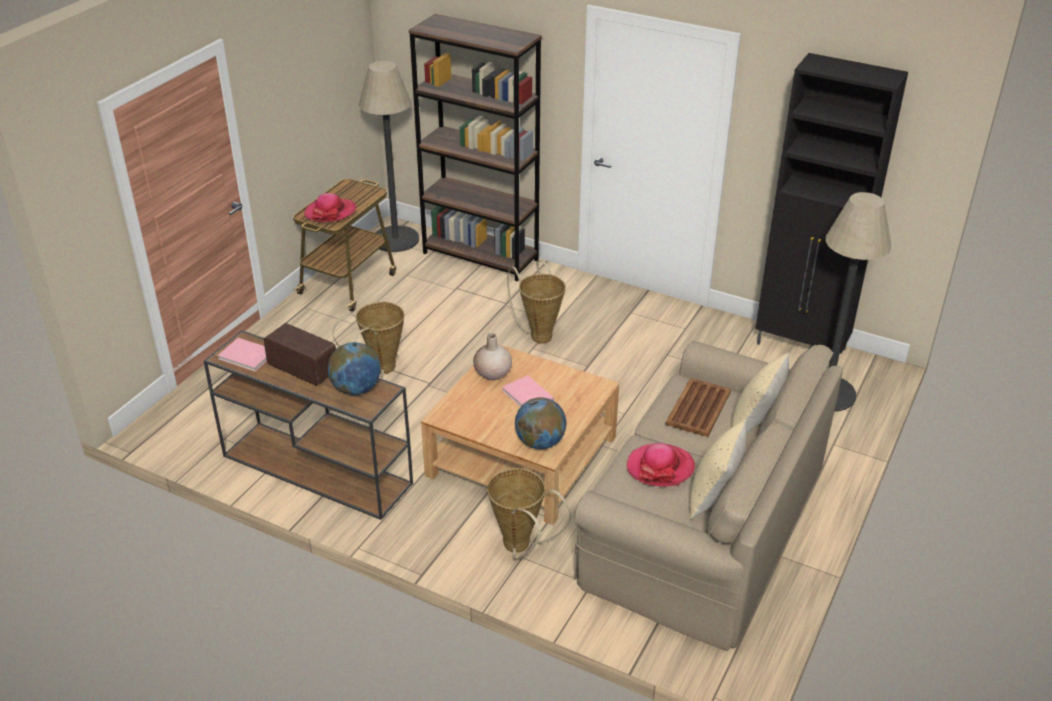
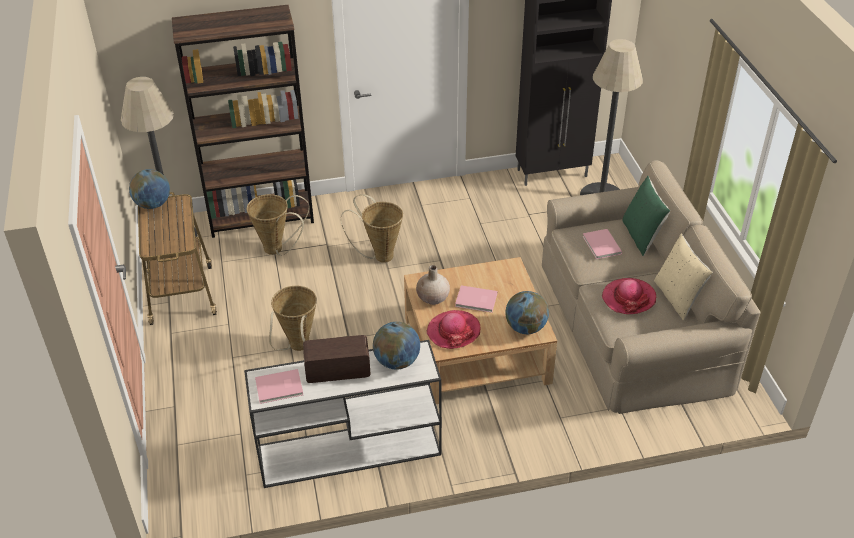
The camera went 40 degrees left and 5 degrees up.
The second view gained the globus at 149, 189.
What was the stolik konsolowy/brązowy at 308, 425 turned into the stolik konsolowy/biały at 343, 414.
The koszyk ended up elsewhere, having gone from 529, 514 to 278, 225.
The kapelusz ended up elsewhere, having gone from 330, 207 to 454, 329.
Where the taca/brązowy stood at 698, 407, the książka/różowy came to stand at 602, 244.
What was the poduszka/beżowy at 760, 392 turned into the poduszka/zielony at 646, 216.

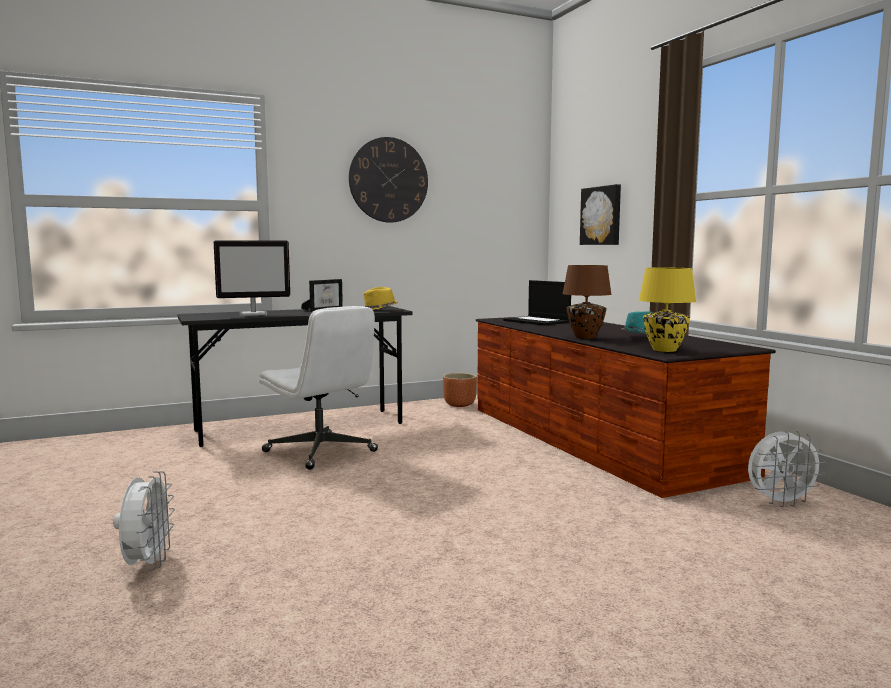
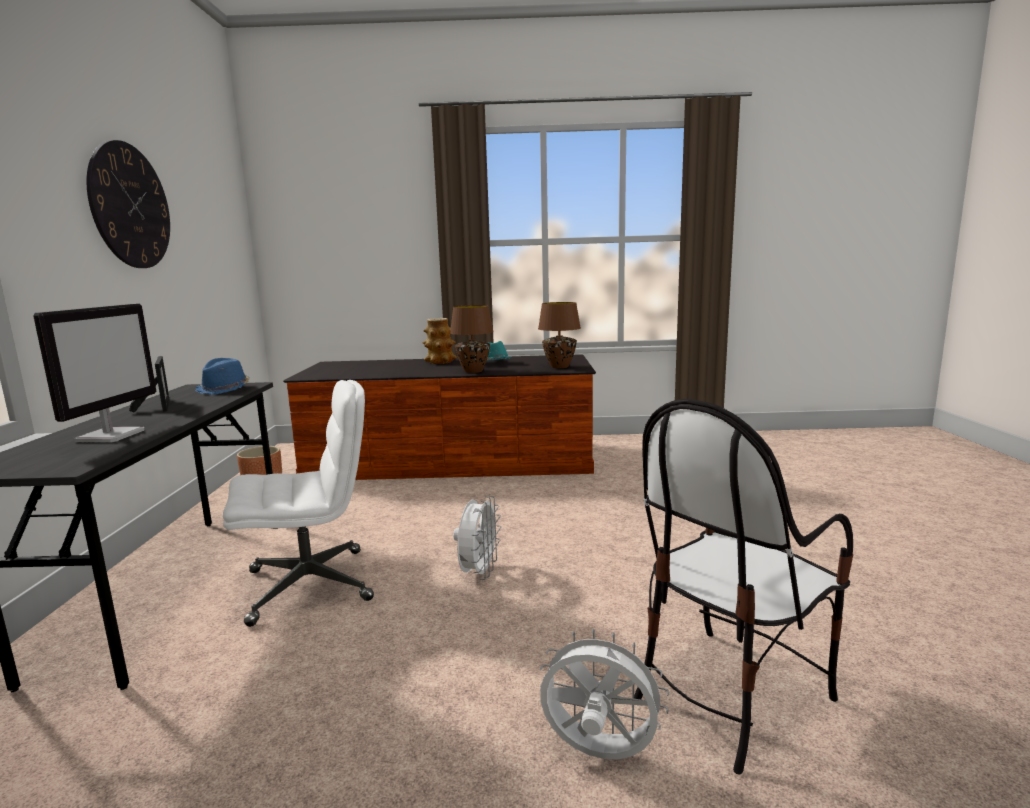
The camera went 65 degrees left and 5 degrees up.
What was the kapelusz/żółty at 381, 298 turned into the kapelusz/niebieski at 222, 376.
The second view gained the wazon at 439, 341.
The wentylator/biały ended up elsewhere, having gone from 787, 469 to 477, 538.
What was the lampa stołowa/żółty at 667, 310 turned into the lampa stołowa/brązowy at 559, 335.
The second view gained the krzesło at 743, 587.
The second view lost the laptop at 537, 303.
The second view lost the obraz at 600, 214.

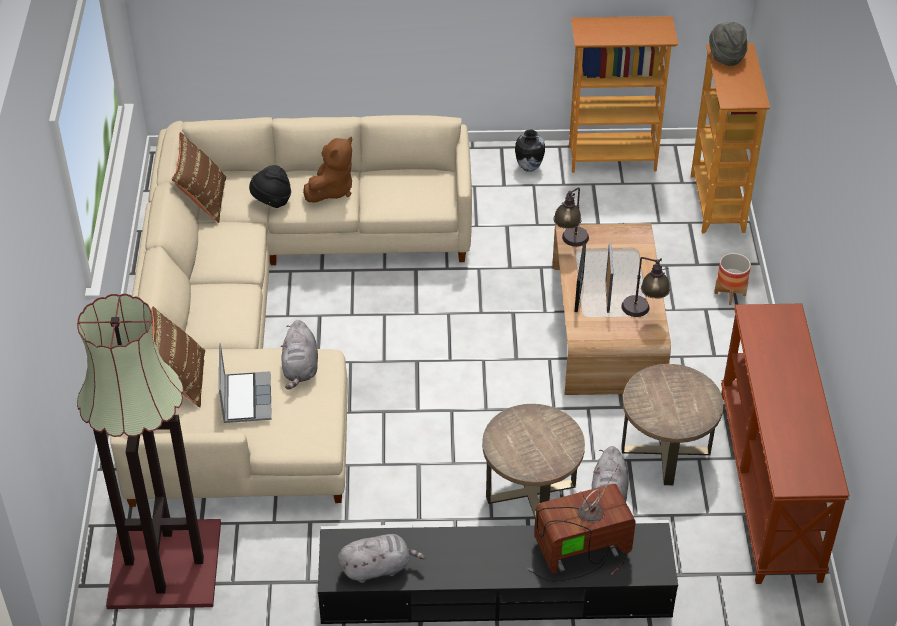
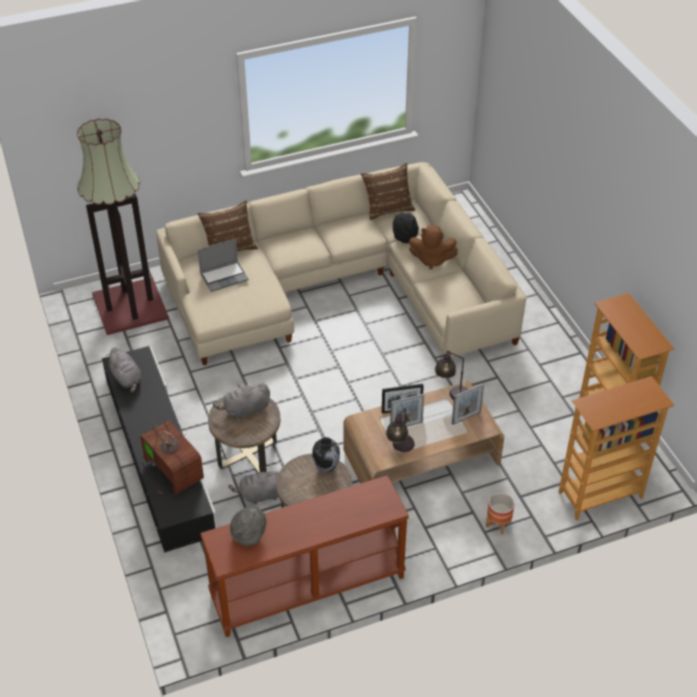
The camera went 70 degrees right and 0 degrees up.
The pluszak/szary ended up elsewhere, having gone from 299, 355 to 241, 401.
The kapelusz/szary ended up elsewhere, having gone from 728, 44 to 248, 526.
The wazon ended up elsewhere, having gone from 530, 151 to 326, 454.
The second view gained the ramka na zdjęcie at 468, 404.

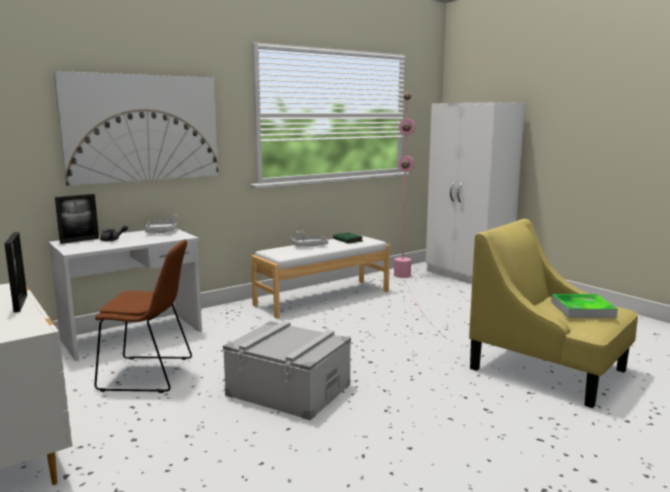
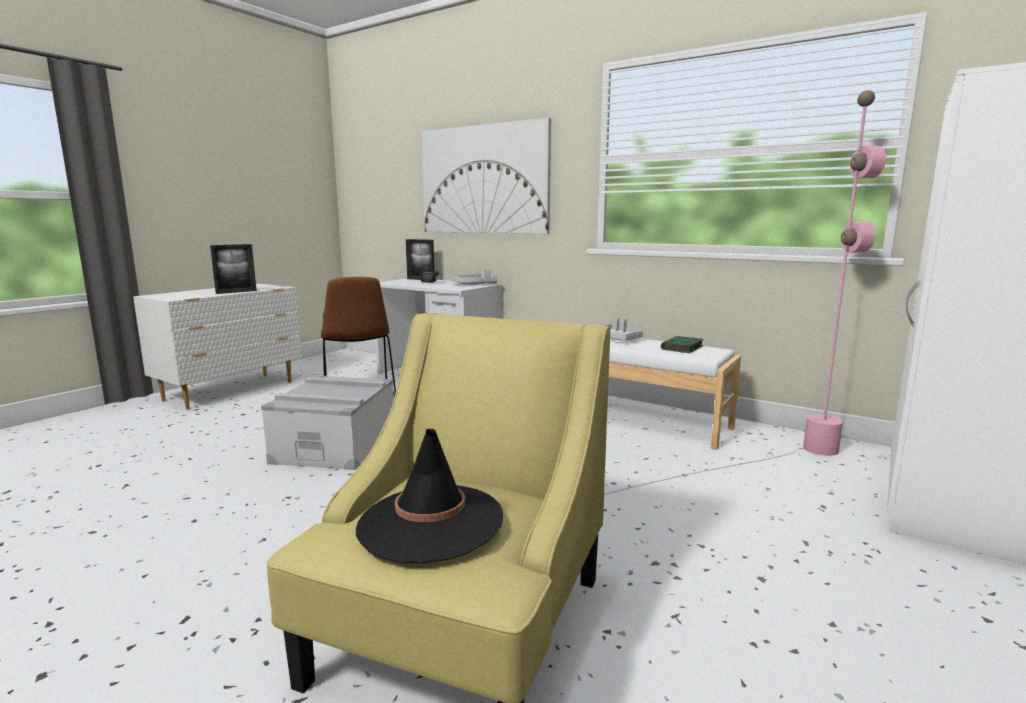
The camera went 70 degrees right and 0 degrees up.
Where the taca stood at 584, 306, the kapelusz/czarny came to stand at 429, 496.

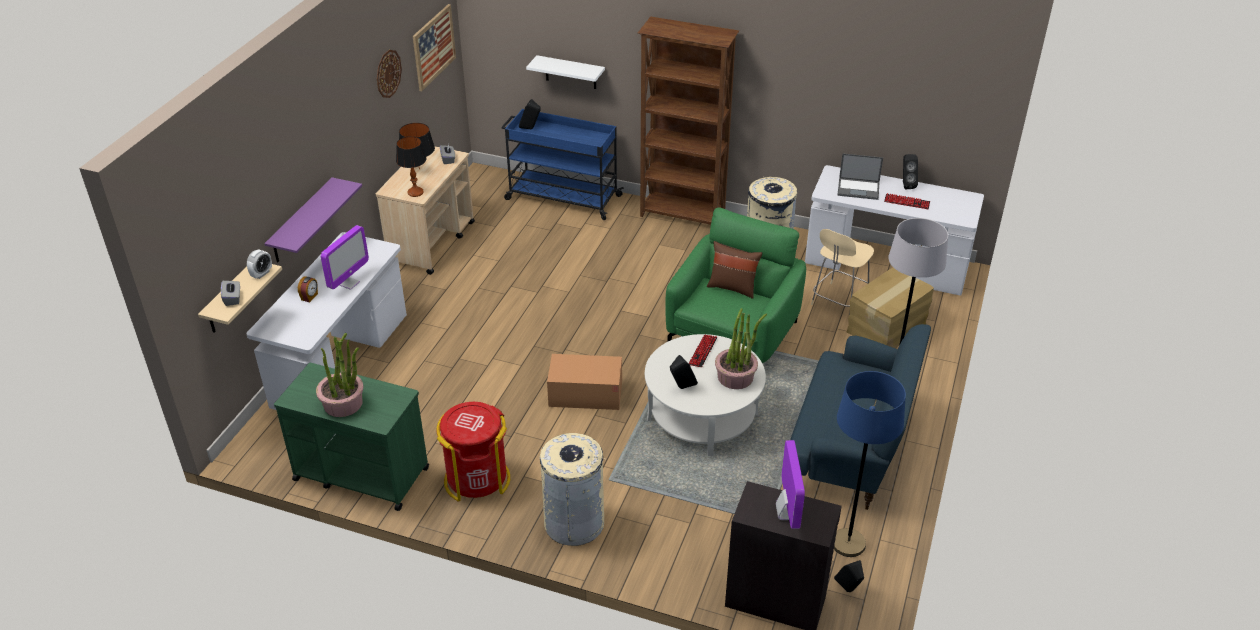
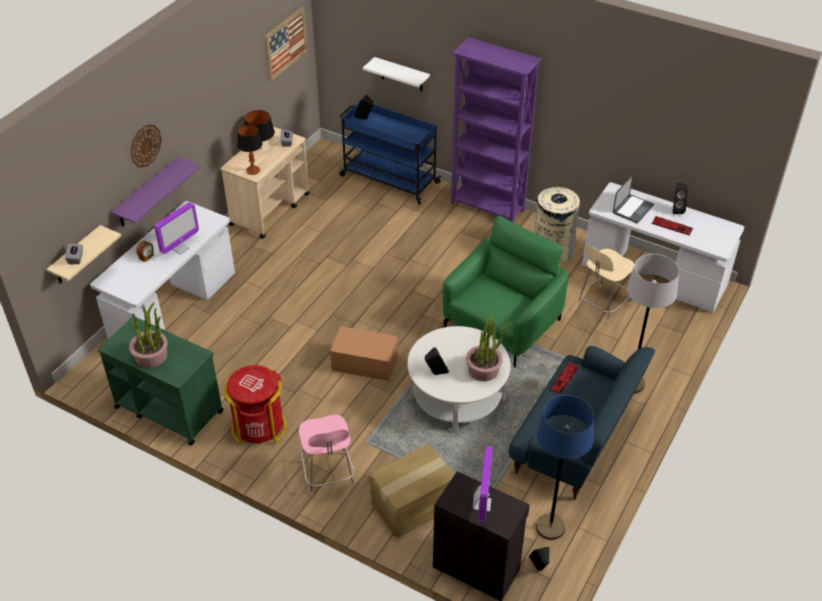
The camera went 10 degrees right and 5 degrees up.
The zegar ścienny ended up elsewhere, having gone from 389, 74 to 146, 146.
Where the kosz na śmieci/beżowy stood at 572, 489, the krzesło/różowy came to stand at 326, 455.
The karton ended up elsewhere, having gone from 890, 307 to 412, 491.
What was the regał/brązowy at 688, 121 turned into the regał/fioletowy at 496, 130.
The klawiatura ended up elsewhere, having gone from 703, 351 to 565, 378.
The laptop at 860, 176 ended up facing another way, 75 degrees counterclockwise from before.
The second view lost the budzik at 259, 264.
The second view lost the poduszka/brązowy at 734, 270.

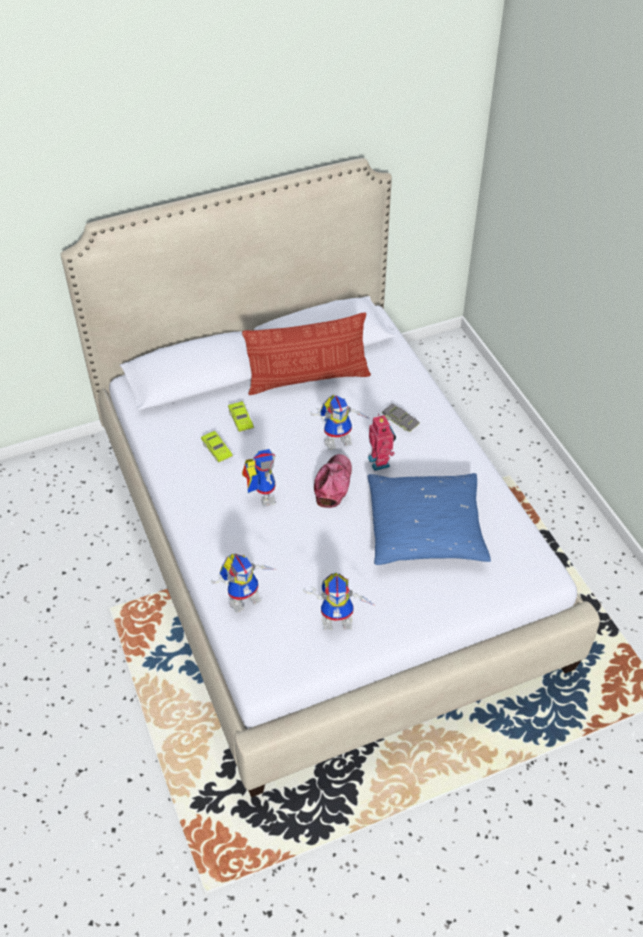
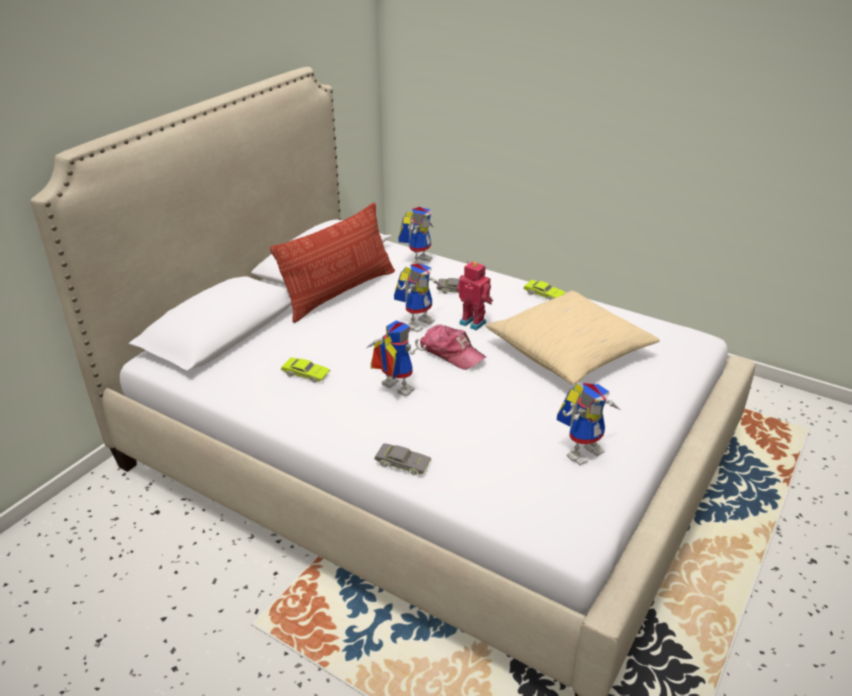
The camera went 35 degrees left and 15 degrees down.
The second view gained the samochodzik/szary at 402, 459.
The robot zabawkowy ended up elsewhere, having gone from 243, 583 to 416, 236.
The czapka z daszkiem at 333, 481 ended up facing another way, 150 degrees clockwise from before.
What was the poduszka/niebieski at 429, 519 turned into the poduszka/beżowy at 572, 338.
The samochodzik/zielony ended up elsewhere, having gone from 241, 416 to 544, 290.

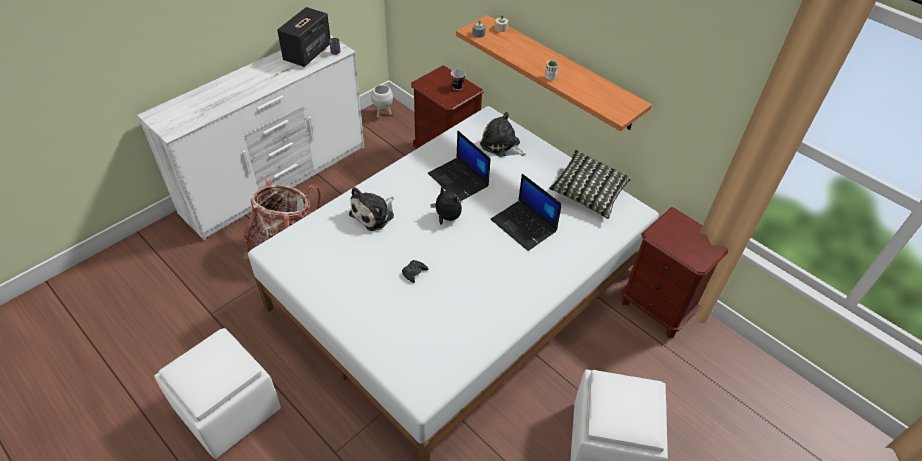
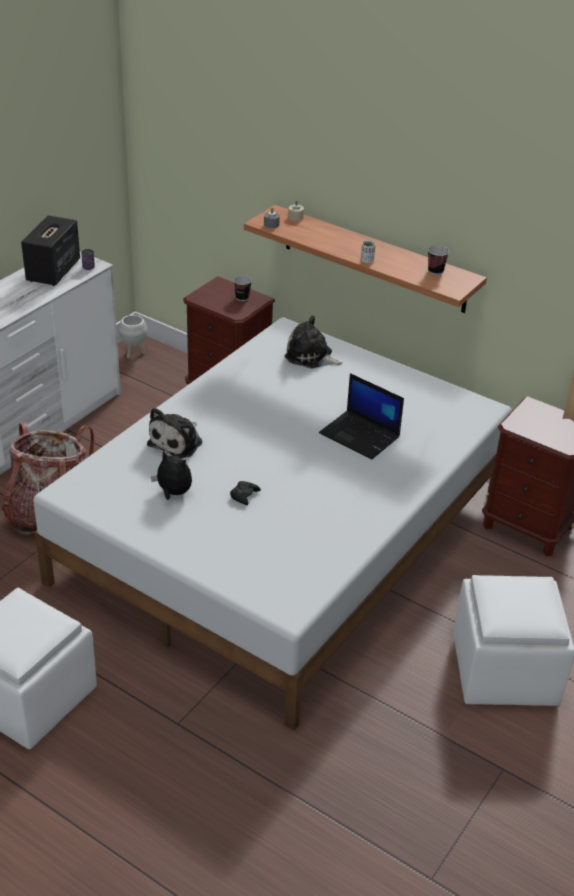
The camera went 10 degrees left and 10 degrees down.
The pluszak ended up elsewhere, having gone from 446, 205 to 171, 475.
The second view gained the filiżanka at 438, 260.
The second view lost the laptop at 459, 165.
The second view lost the poduszka at 590, 184.

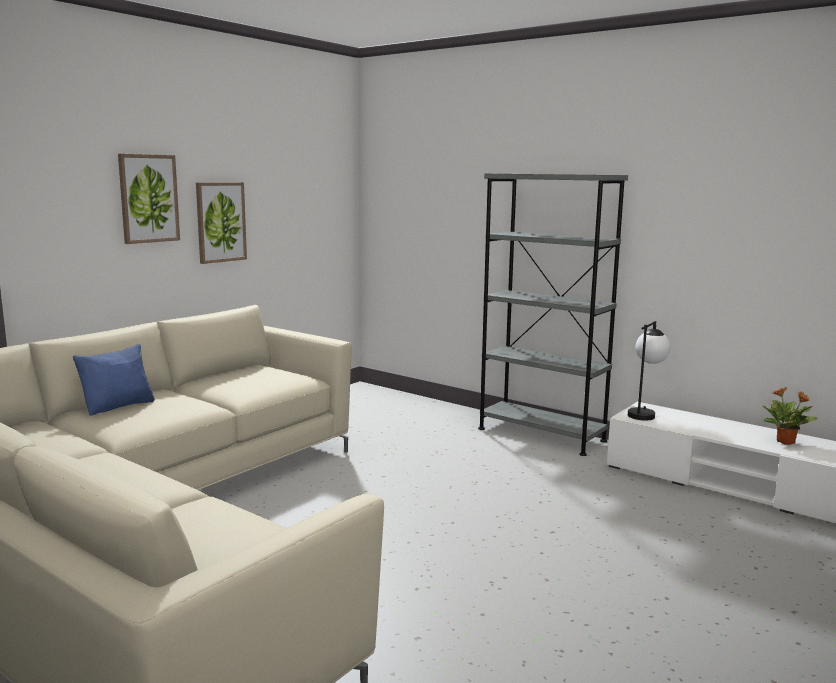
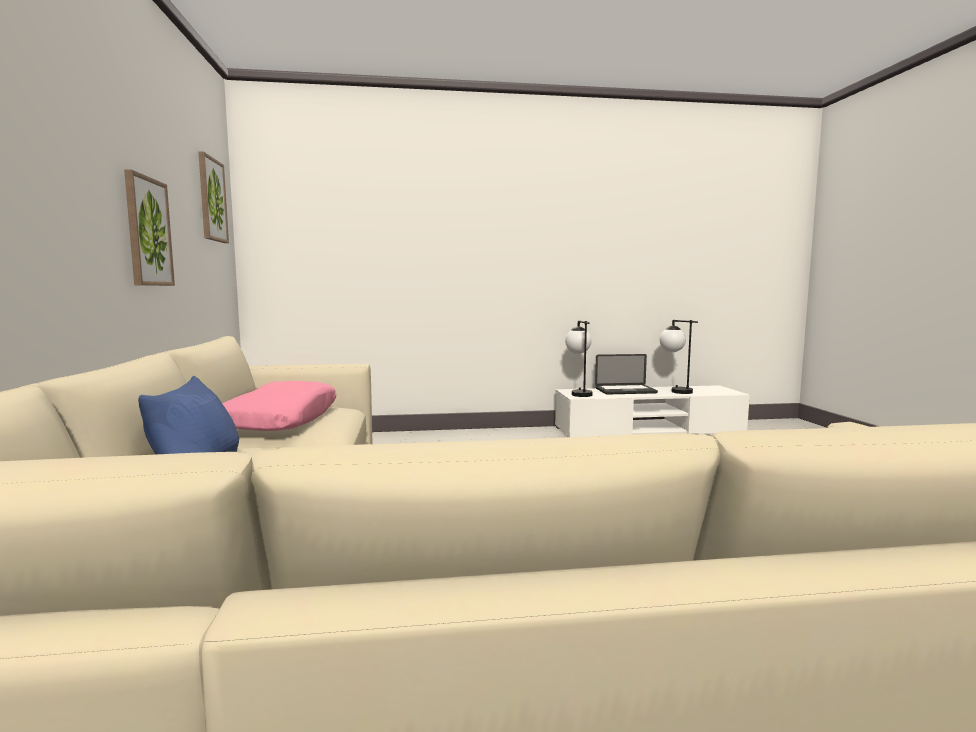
The camera went 45 degrees left and 5 degrees down.
The obraz ended up elsewhere, having gone from 149, 199 to 213, 197.
The second view gained the poduszka/różowy at 279, 406.
The second view gained the laptop at 626, 374.
Where the roślina doniczkowa stood at 790, 416, the lampa stołowa came to stand at 678, 357.
The second view lost the regał/szary at 553, 314.

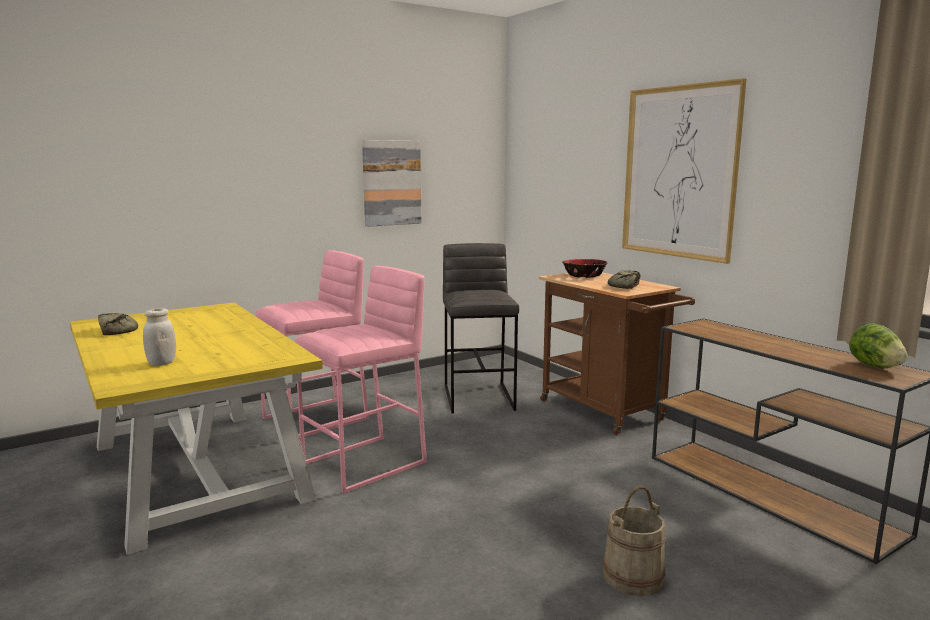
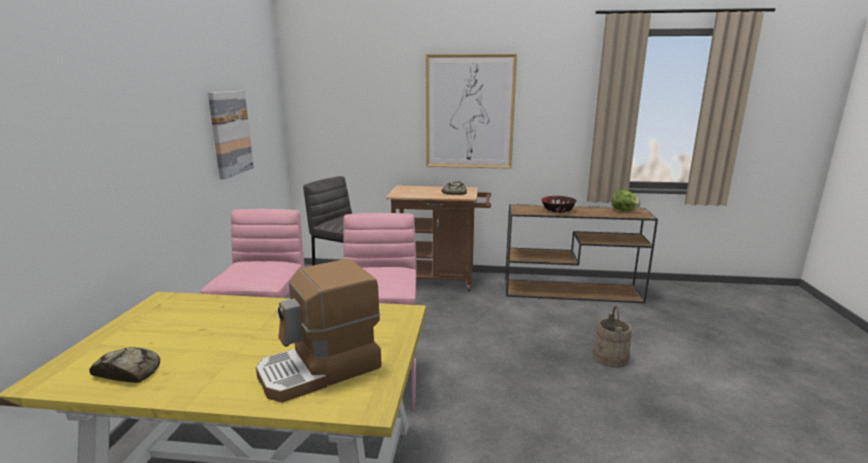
The camera went 50 degrees left and 5 degrees up.
Where the słoik/biały stood at 159, 337, the ekspres do kawy came to stand at 319, 331.
The miska ended up elsewhere, having gone from 584, 268 to 559, 204.

